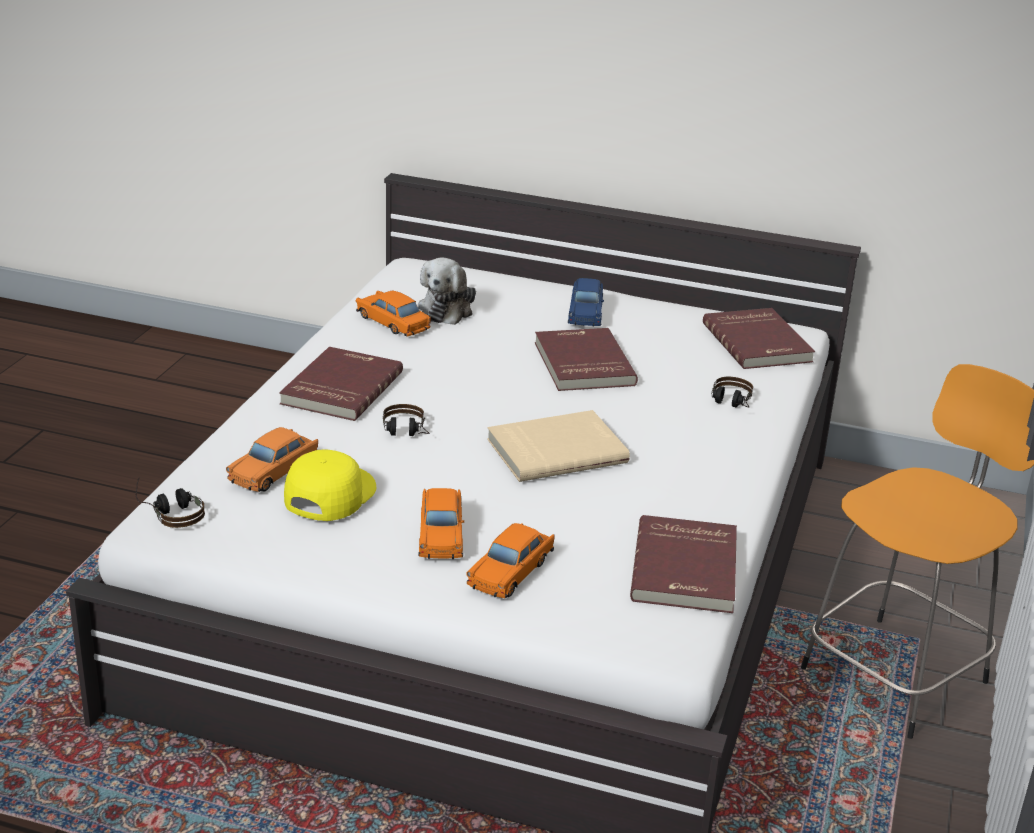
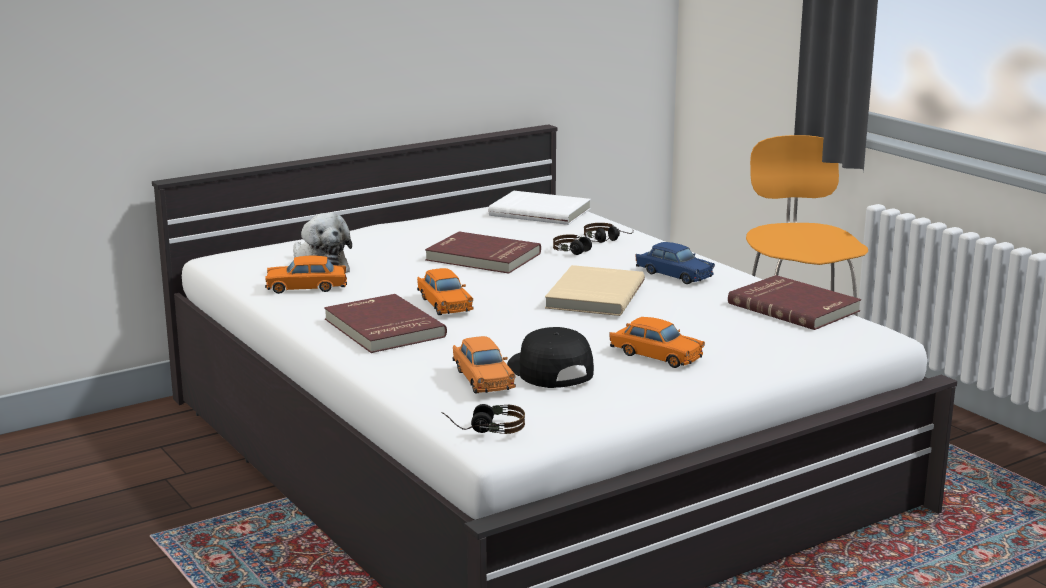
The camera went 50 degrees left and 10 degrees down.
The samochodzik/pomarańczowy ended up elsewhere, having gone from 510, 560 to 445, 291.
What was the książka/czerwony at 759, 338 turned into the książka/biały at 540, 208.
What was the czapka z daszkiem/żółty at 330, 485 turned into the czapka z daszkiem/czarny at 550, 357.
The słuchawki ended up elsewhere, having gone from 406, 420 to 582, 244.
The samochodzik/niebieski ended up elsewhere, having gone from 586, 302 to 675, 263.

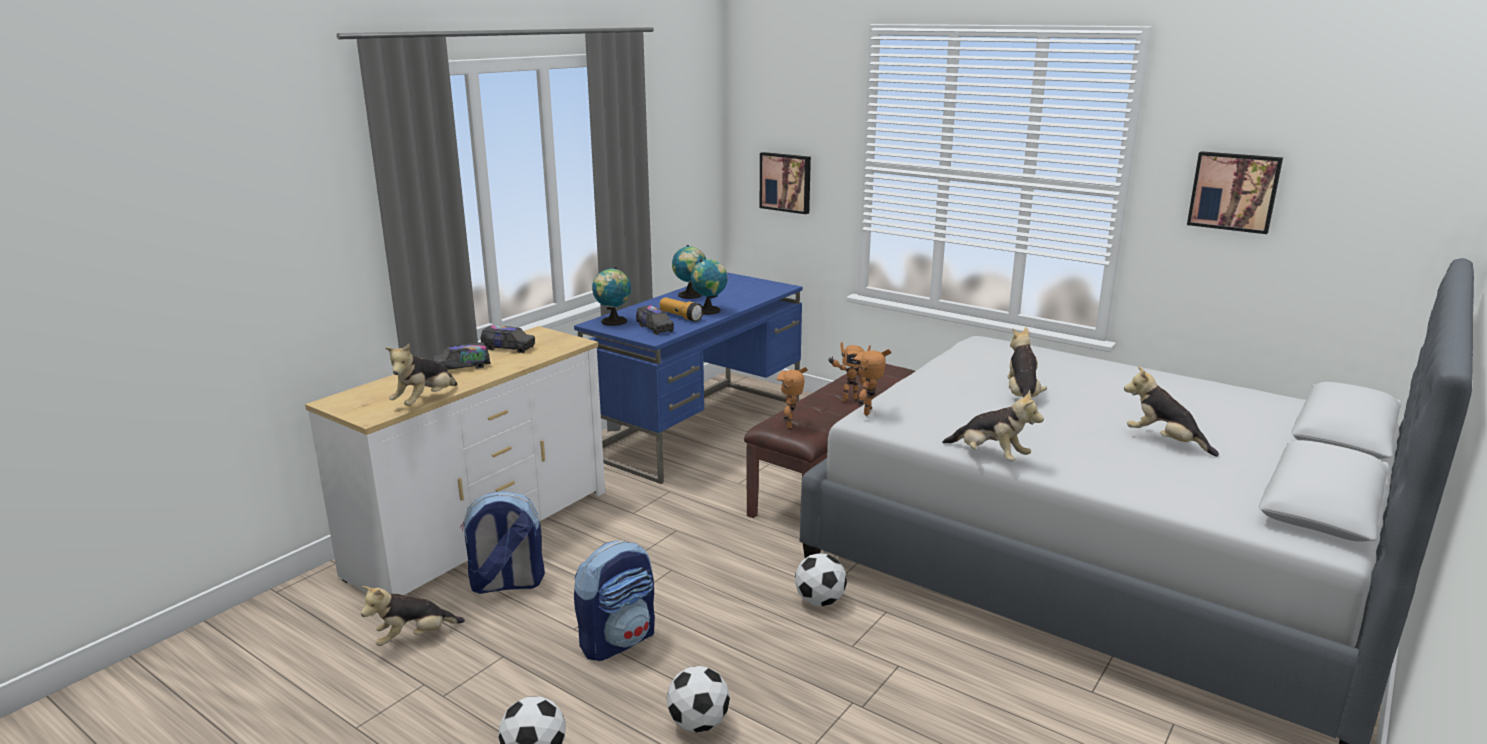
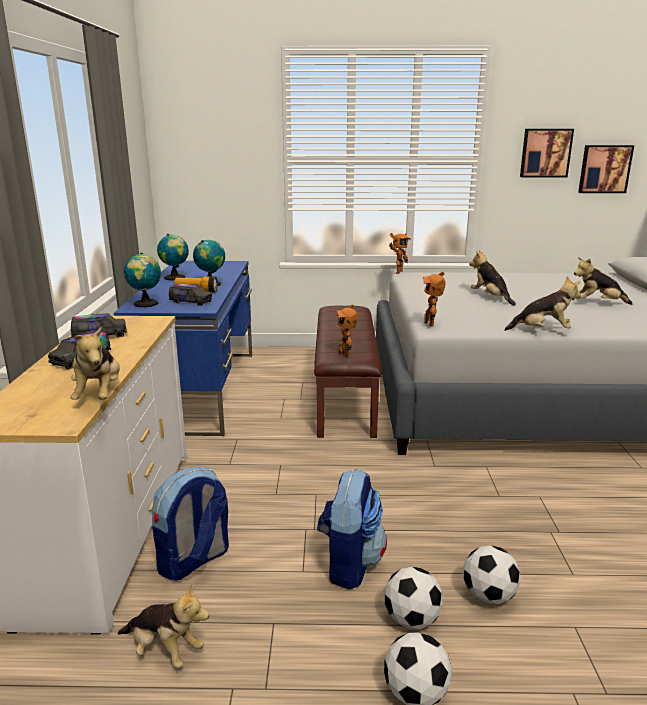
The camera went 35 degrees left and 0 degrees up.
The pluszak at 413, 616 ended up facing another way, 90 degrees counterclockwise from before.
The piłka futbolowa ended up elsewhere, having gone from 821, 579 to 413, 598.
The robot zabawkowy ended up elsewhere, having gone from 849, 372 to 400, 253.
The obraz ended up elsewhere, having gone from 785, 183 to 606, 169.

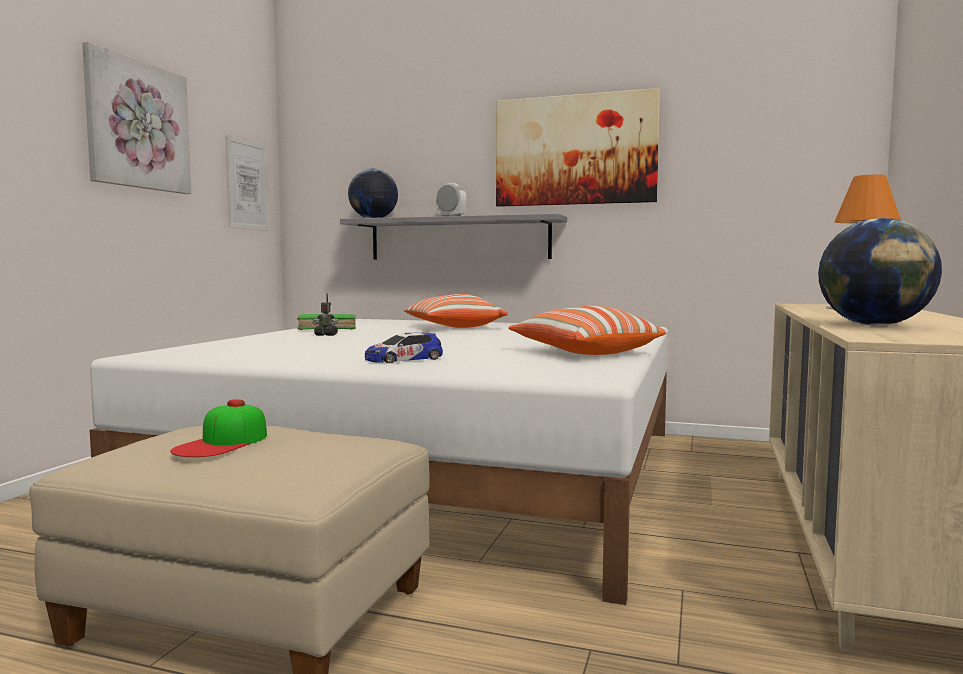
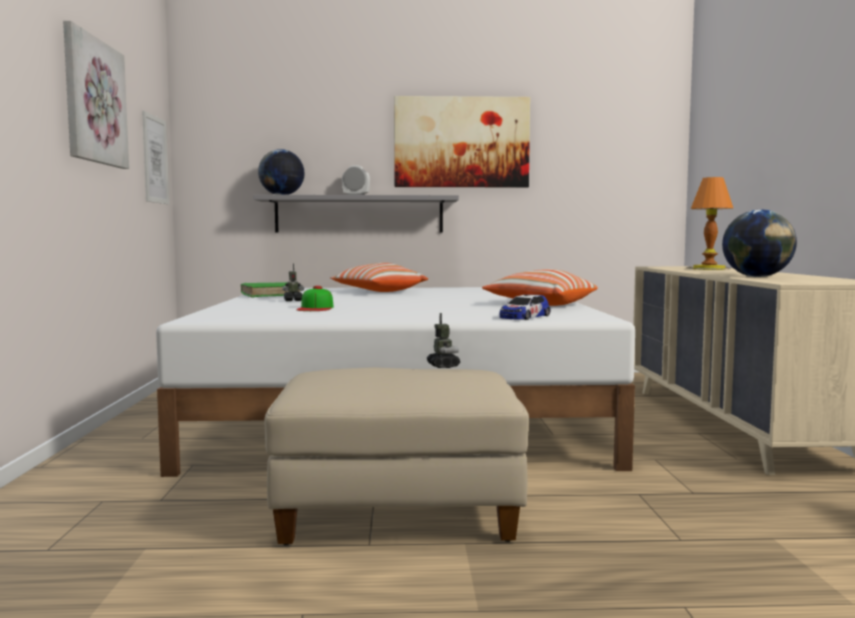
The camera went 20 degrees left and 0 degrees up.
The czapka z daszkiem ended up elsewhere, having gone from 218, 428 to 315, 298.
The second view gained the robot zabawkowy at 443, 340.
The samochodzik ended up elsewhere, having gone from 404, 348 to 525, 307.

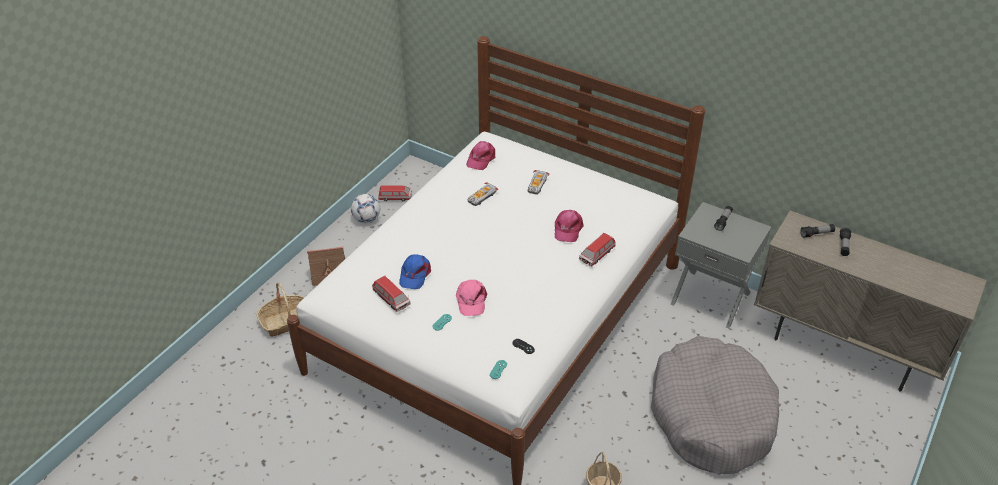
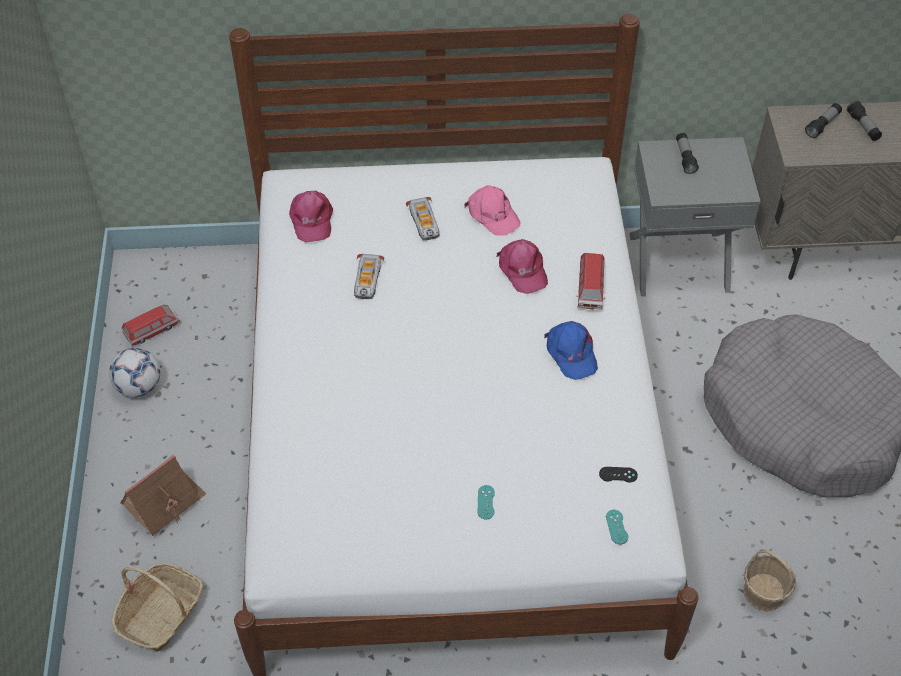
The camera went 35 degrees left and 10 degrees up.
The czapka z daszkiem/różowy ended up elsewhere, having gone from 471, 298 to 492, 210.
The czapka z daszkiem/niebieski ended up elsewhere, having gone from 415, 271 to 571, 350.
The second view lost the samochodzik at 391, 294.

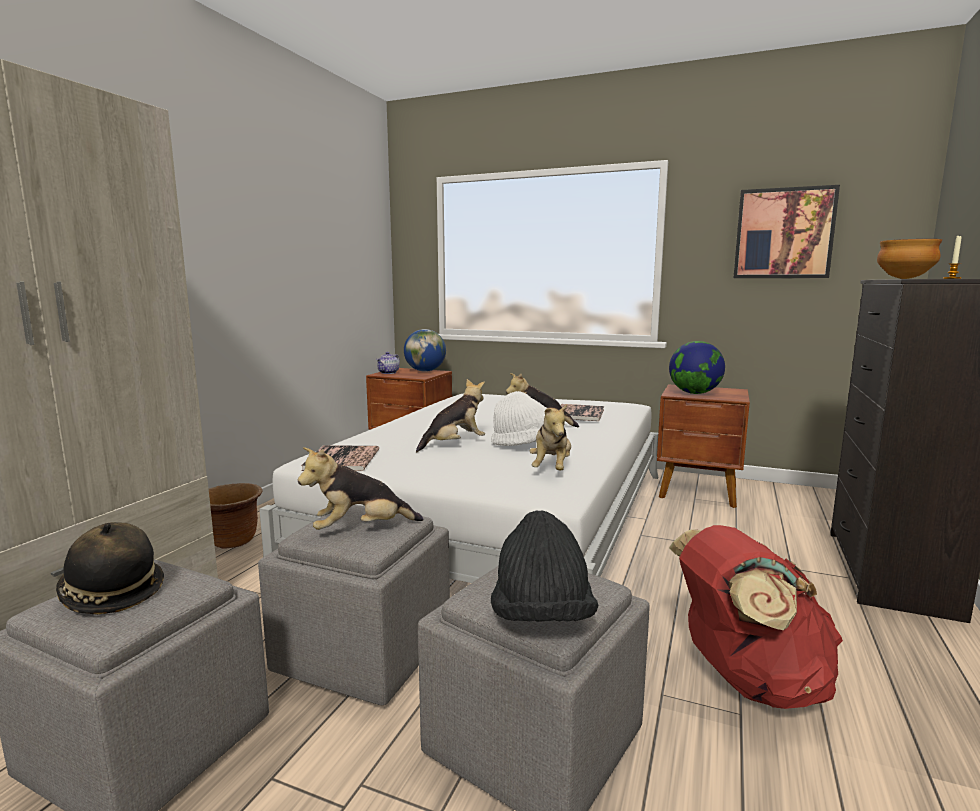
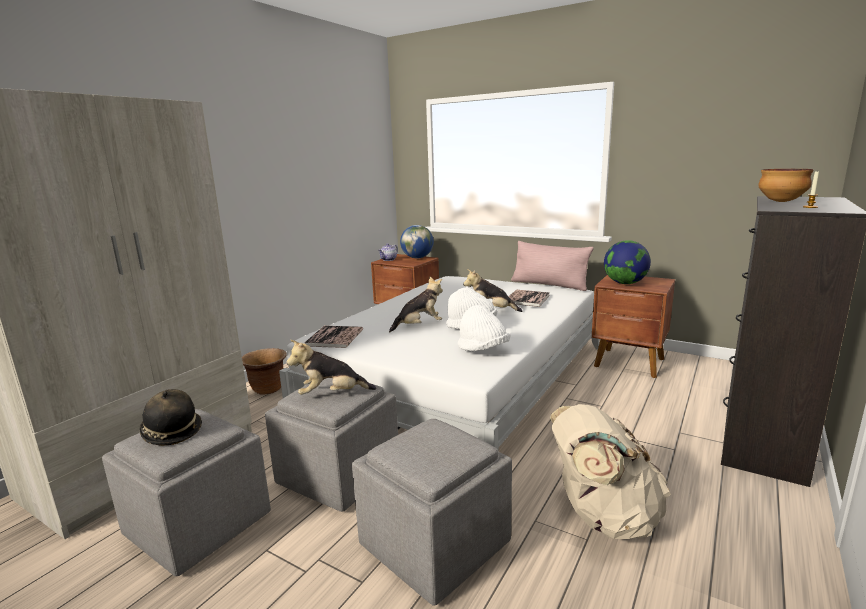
The camera went 10 degrees right and 5 degrees up.
Where the pluszak stood at 550, 437, the kapelusz/biały came to stand at 483, 328.
The second view gained the poduszka/różowy at 552, 266.
What was the plecak/czerwony at 756, 617 turned into the plecak/beżowy at 610, 471.
The second view lost the kapelusz/czarny at 545, 566.
The second view lost the obraz at 786, 231.

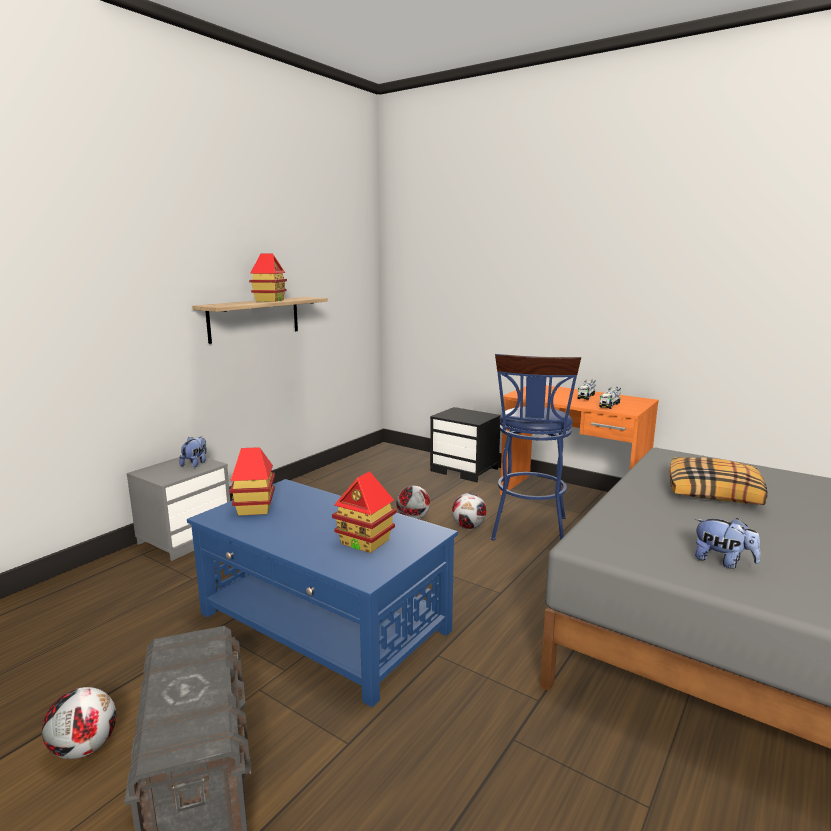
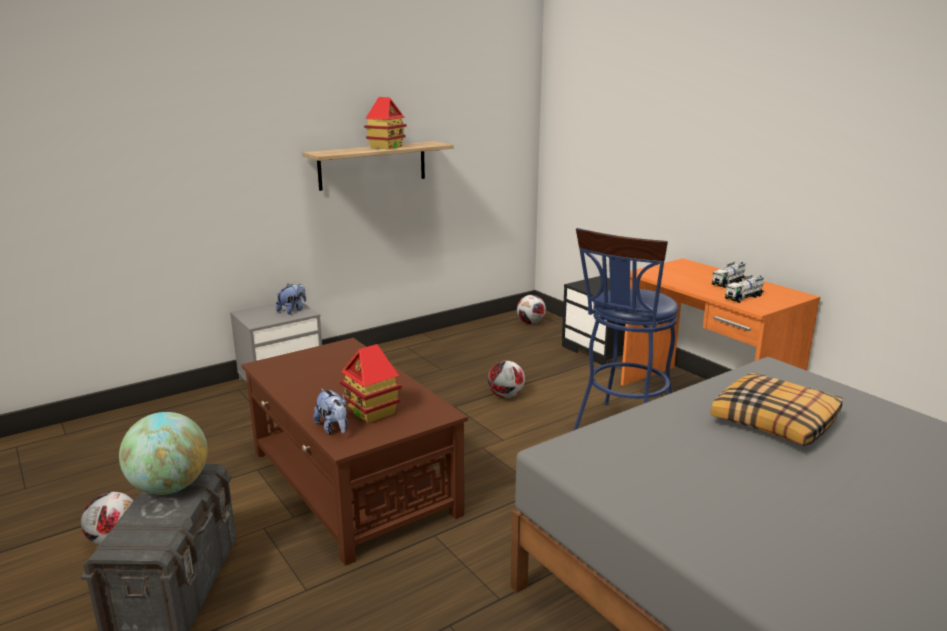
The camera went 20 degrees right and 5 degrees up.
The second view gained the globus at 163, 453.
What was the ława/niebieski at 322, 593 turned into the ława/brązowy at 355, 452.
The pluszak ended up elsewhere, having gone from 727, 543 to 330, 411.
The piłka futbolowa ended up elsewhere, having gone from 469, 511 to 531, 309.
The second view lost the domek at 252, 481.

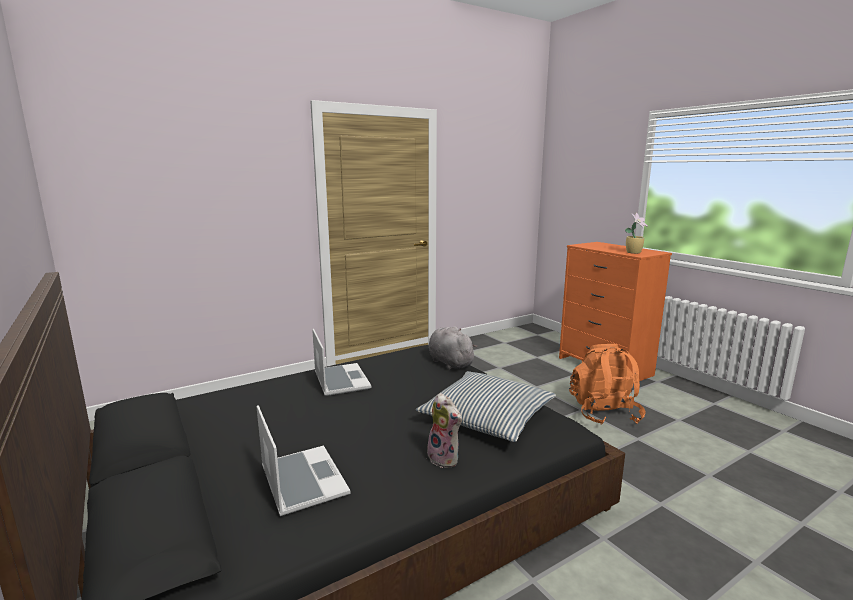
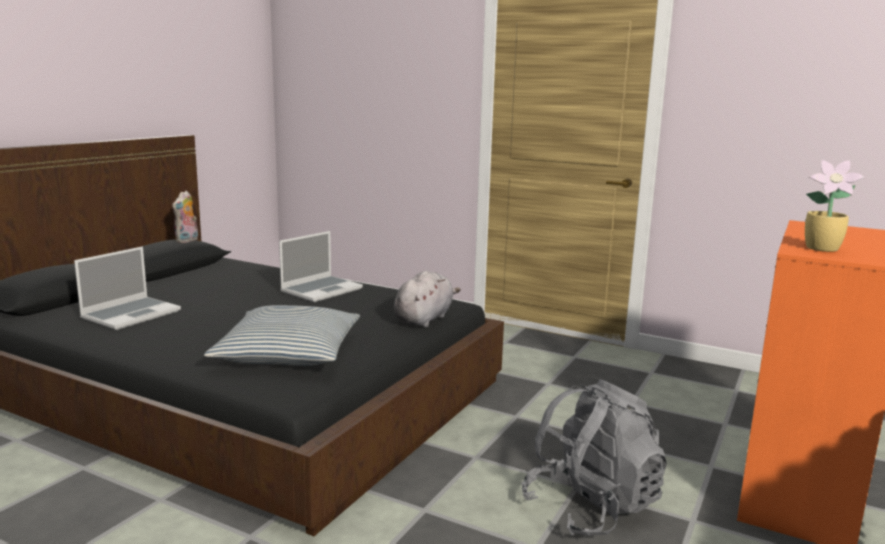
The camera went 60 degrees right and 0 degrees up.
The pluszak ended up elsewhere, having gone from 445, 430 to 185, 217.
What was the plecak/pomarańczowy at 607, 384 turned into the plecak/szary at 594, 457.

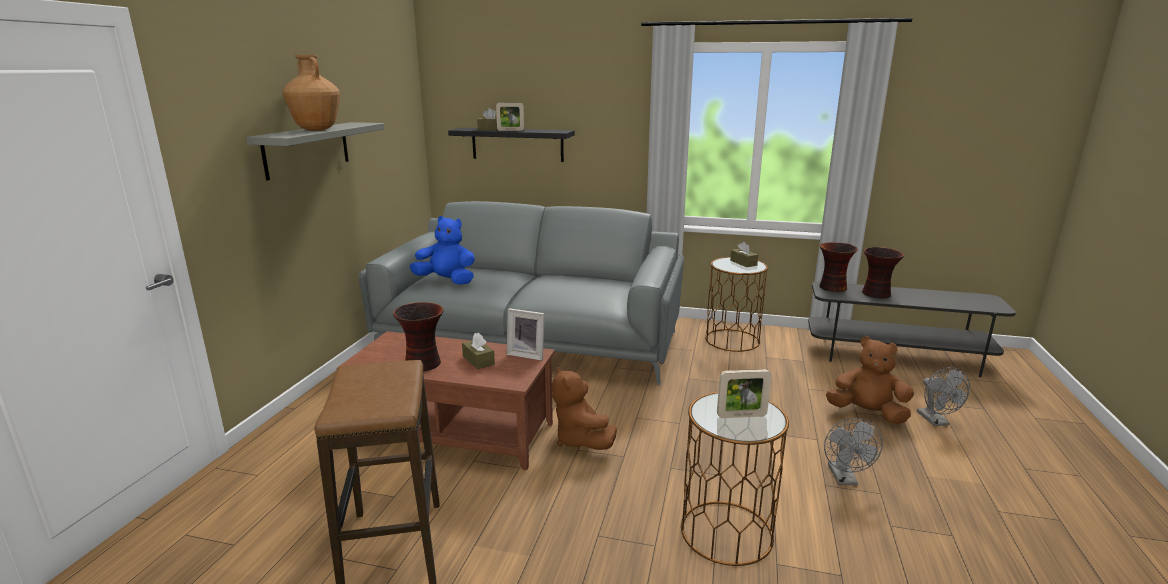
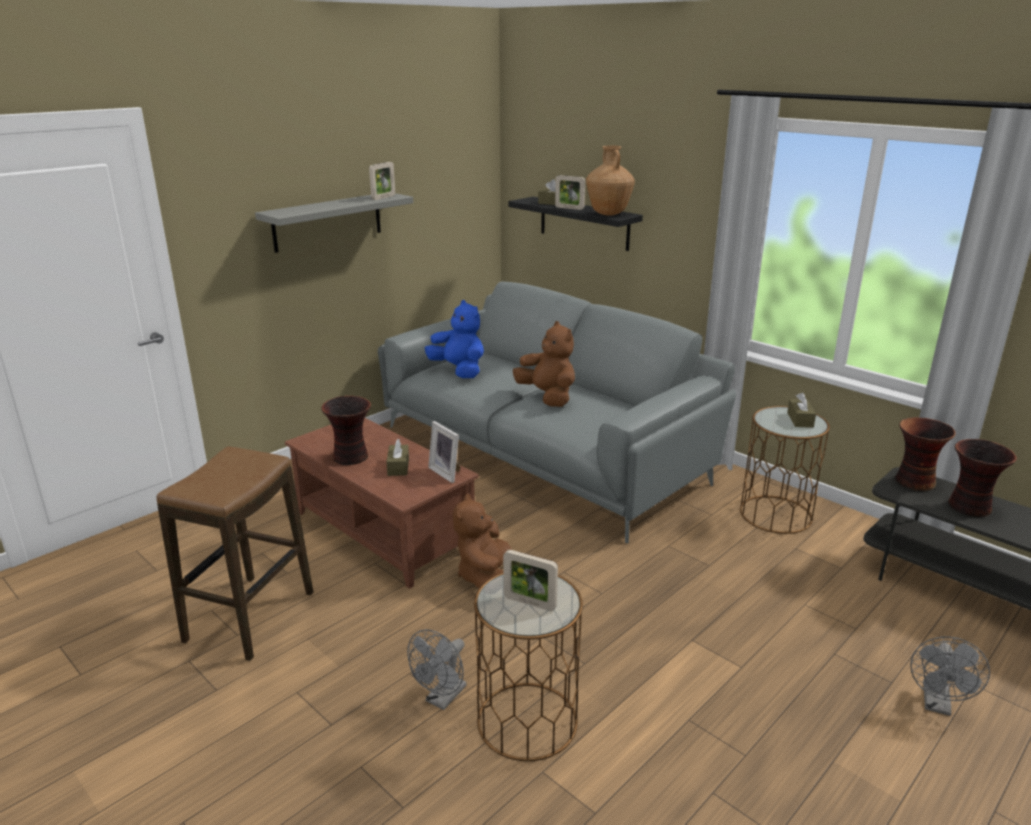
The camera went 30 degrees right and 5 degrees up.
The second view gained the ramka na zdjęcie at 382, 181.
The wentylator/szary ended up elsewhere, having gone from 853, 451 to 437, 669.
The pluszak/brązowy ended up elsewhere, having gone from 870, 380 to 544, 364.
The wazon/brązowy ended up elsewhere, having gone from 311, 93 to 610, 181.

